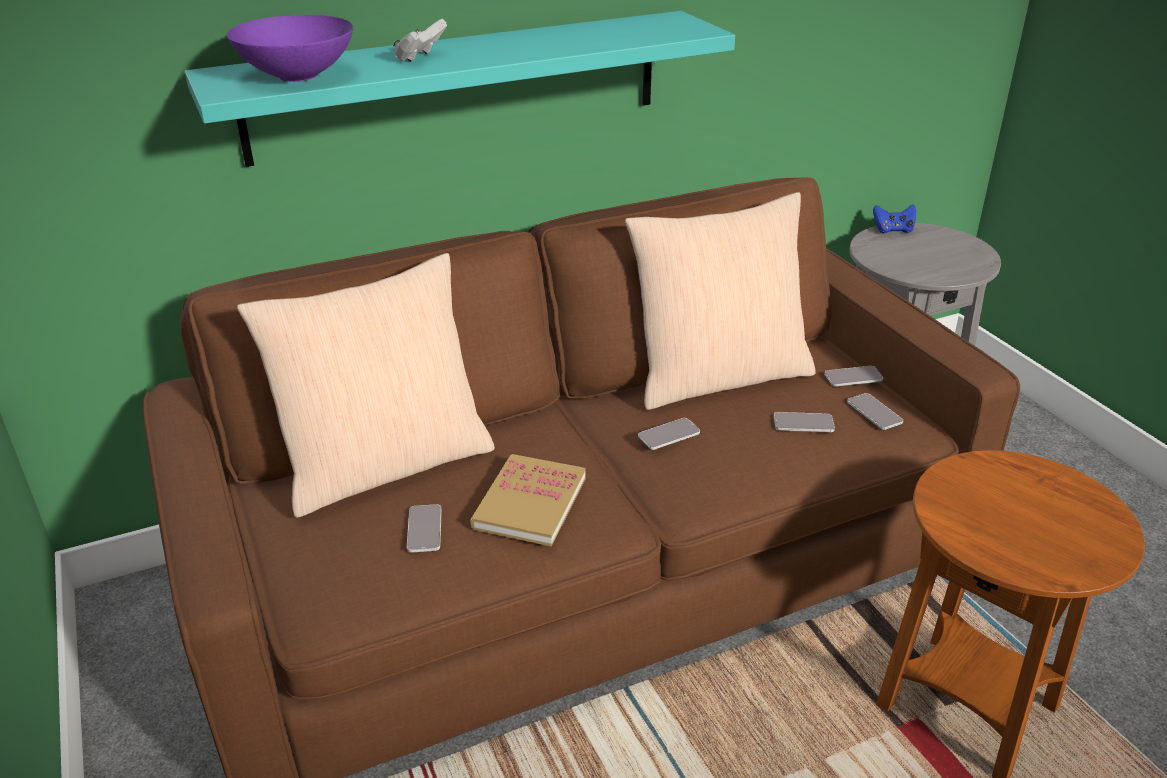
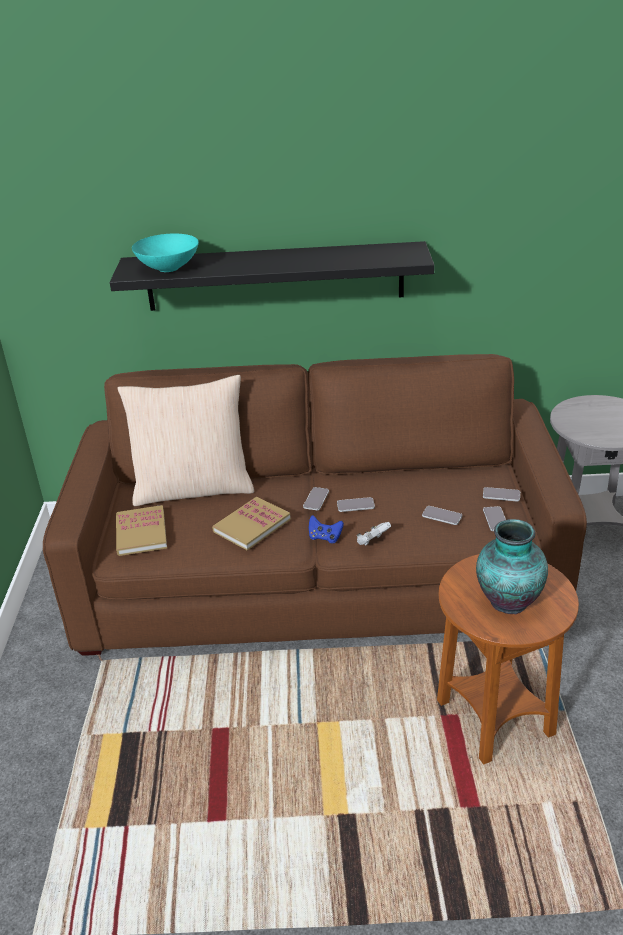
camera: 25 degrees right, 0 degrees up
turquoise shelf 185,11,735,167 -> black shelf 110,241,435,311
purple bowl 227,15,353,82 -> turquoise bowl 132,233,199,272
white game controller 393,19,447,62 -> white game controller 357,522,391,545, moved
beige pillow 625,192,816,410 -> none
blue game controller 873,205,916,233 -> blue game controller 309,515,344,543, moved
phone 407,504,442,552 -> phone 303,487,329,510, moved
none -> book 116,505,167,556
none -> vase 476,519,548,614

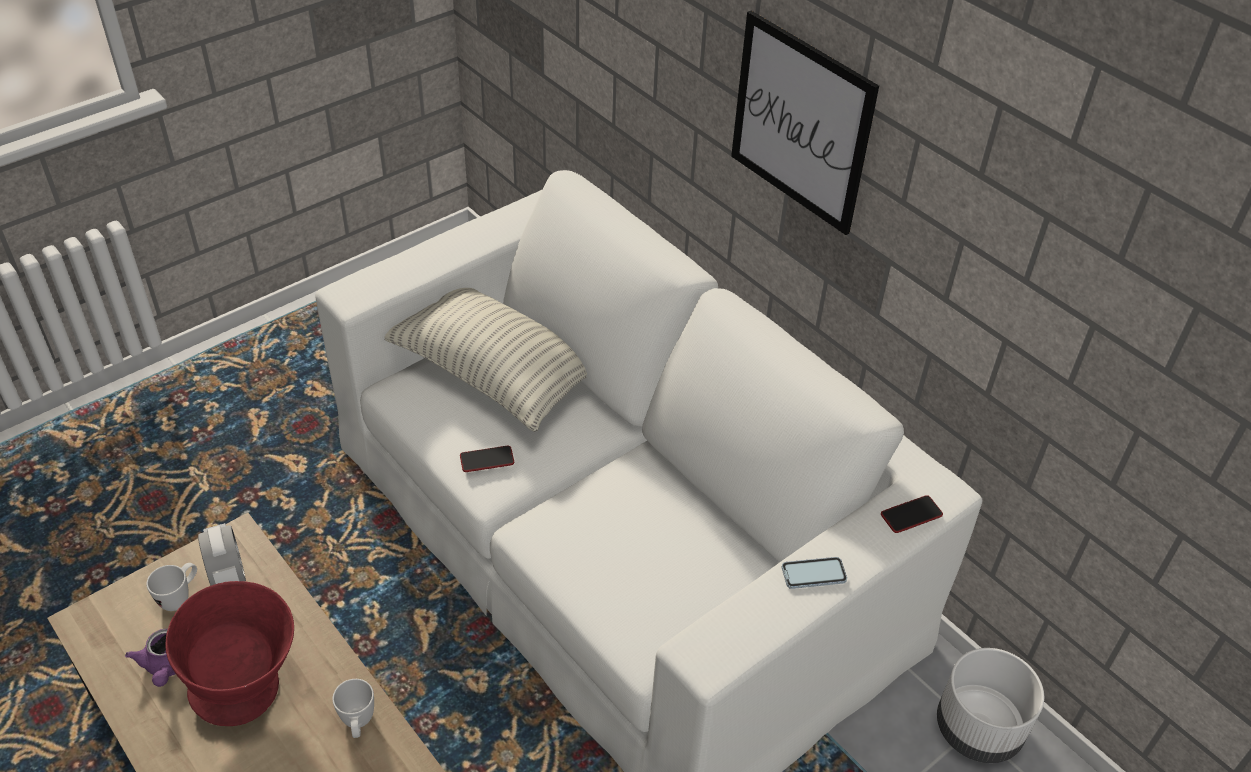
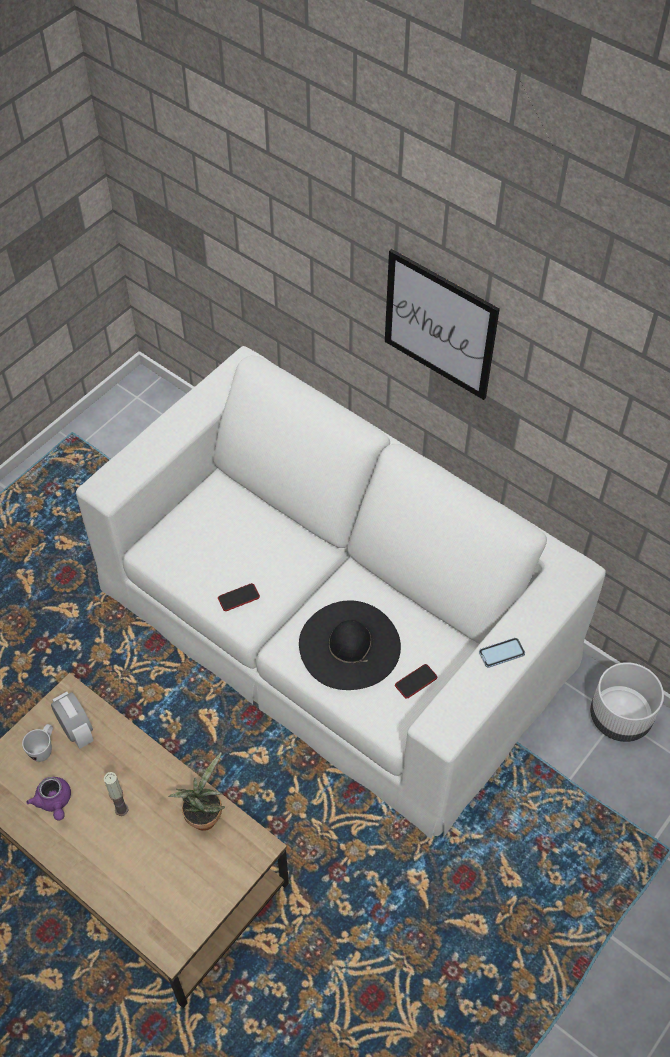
camera: 10 degrees left, 10 degrees up
pillow 384,288,587,432 -> none
phone 881,495,943,533 -> phone 395,664,438,699, moved
red bowl 166,581,294,726 -> candle 104,772,128,816
white mug 332,679,374,738 -> potted plant 168,752,225,831
none -> black hat 299,601,401,690

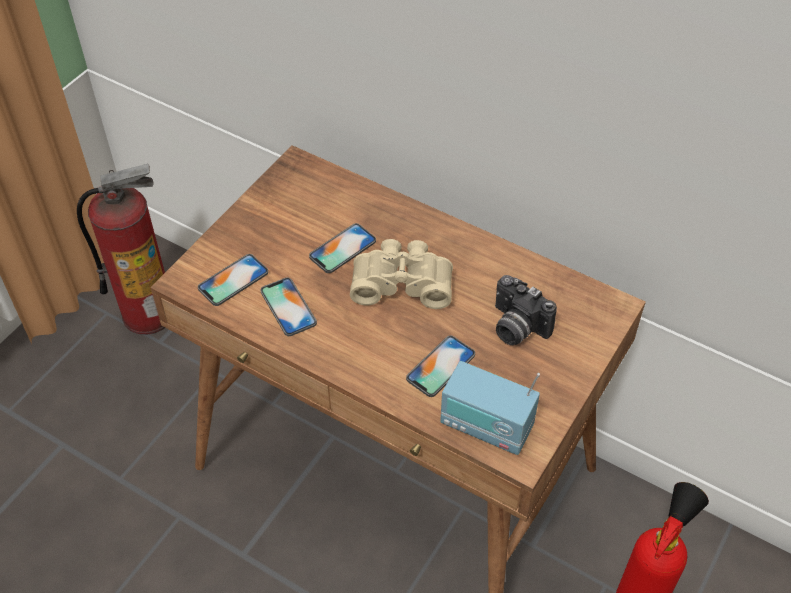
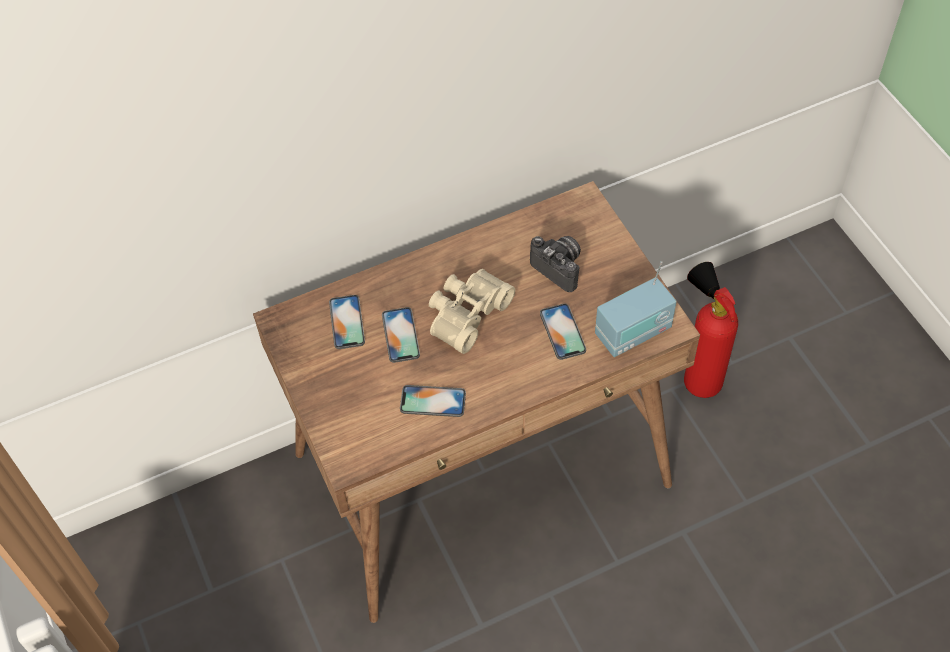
camera: 55 degrees left, 5 degrees up
fire extinguisher 77,164,165,335 -> none
phone 198,254,268,306 -> phone 329,295,365,349, moved
photo camera 495,275,557,345 -> photo camera 530,236,581,292, 120 degrees counterclockwise

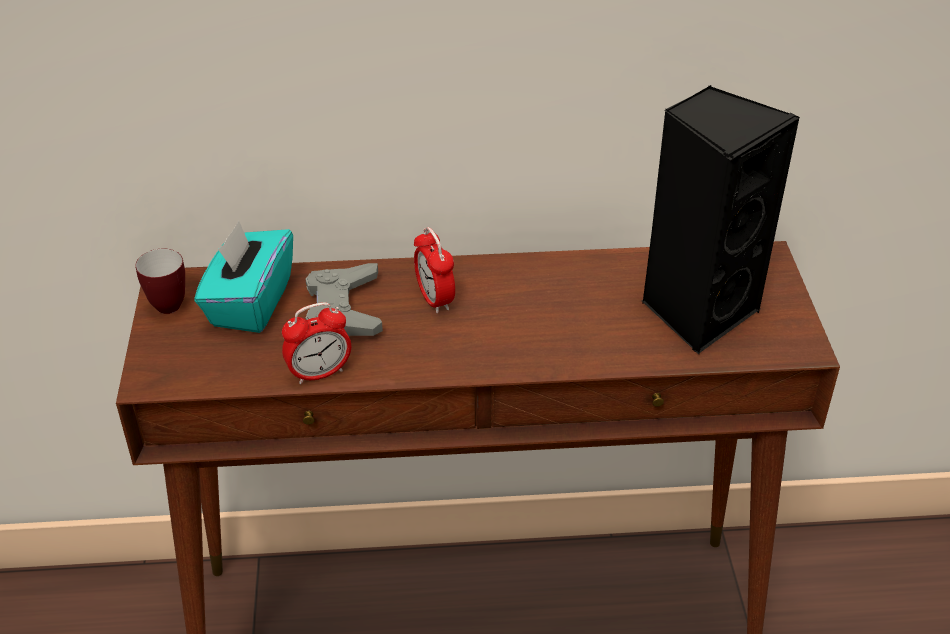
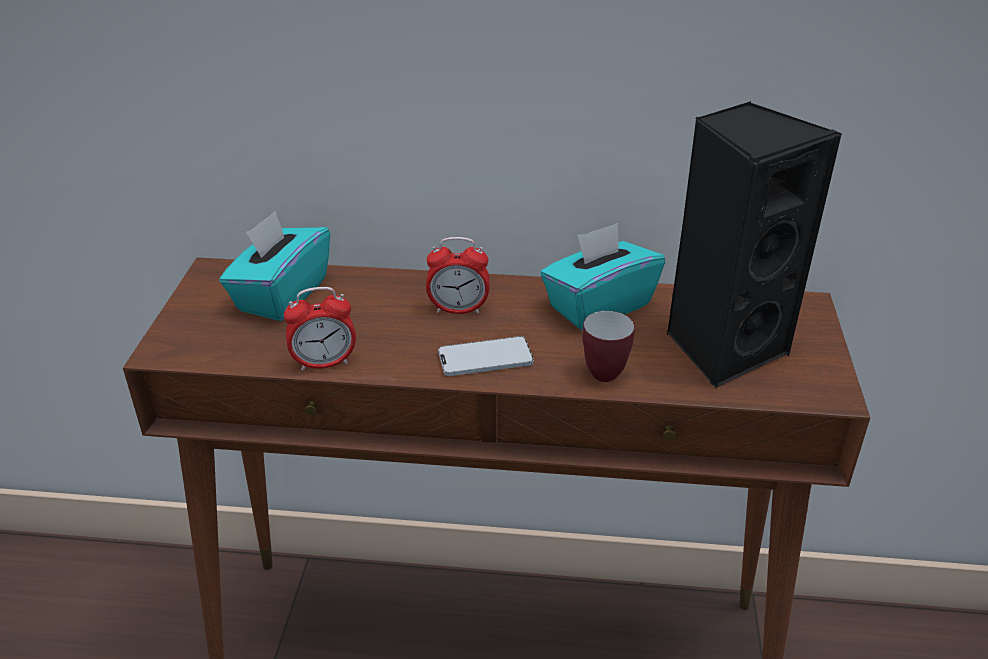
camera: 10 degrees right, 5 degrees down
alarm clock 414,227,455,313 -> alarm clock 426,237,489,314, 75 degrees counterclockwise
mug 135,249,185,314 -> mug 582,311,635,382, moved
grey game controller 305,263,383,336 -> none
none -> turquoise tissue box 540,223,665,330
none -> phone 438,336,534,376

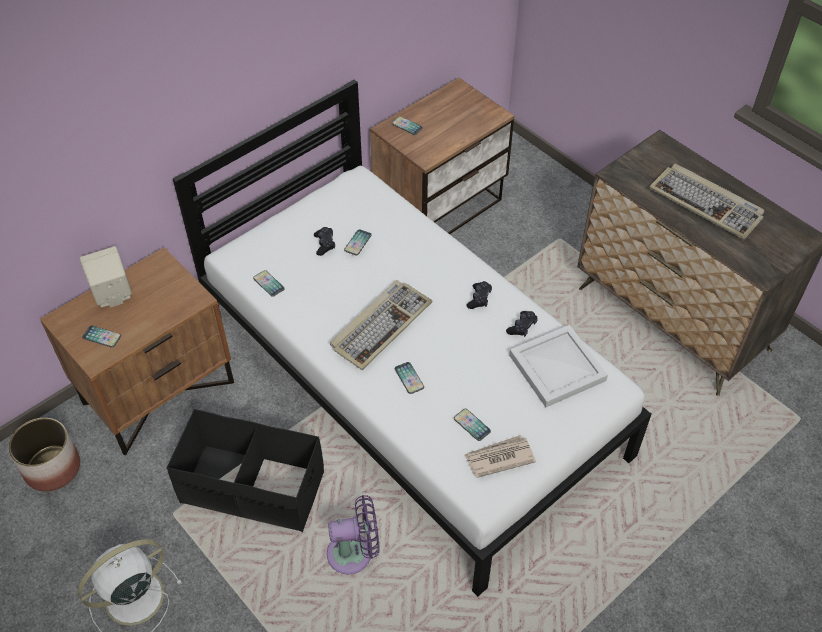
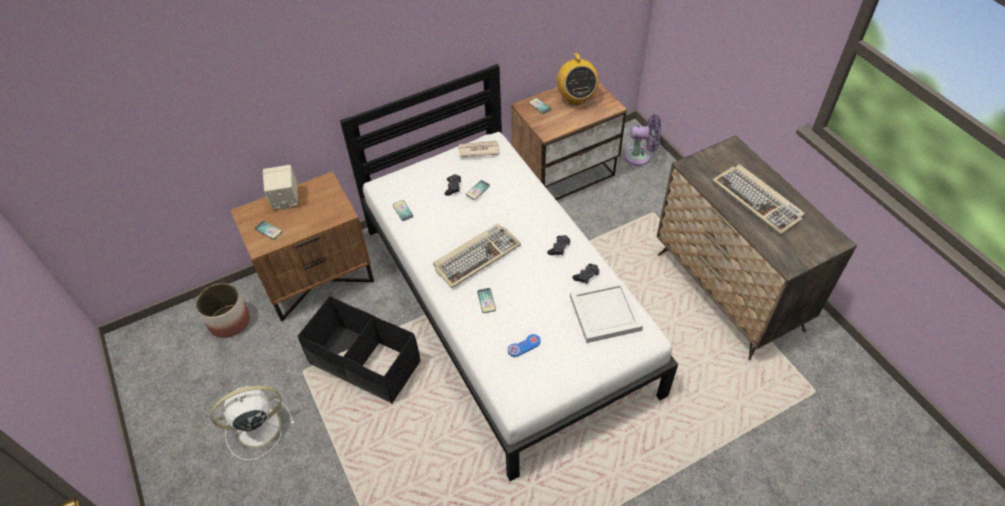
camera: 15 degrees right, 0 degrees up
phone 454,409,491,441 -> blue game controller 508,334,541,357
newspaper 464,435,536,478 -> newspaper 458,140,499,157, moved
purple fan 327,495,380,574 -> purple fan 624,114,661,166, moved
none -> radio 557,53,599,105

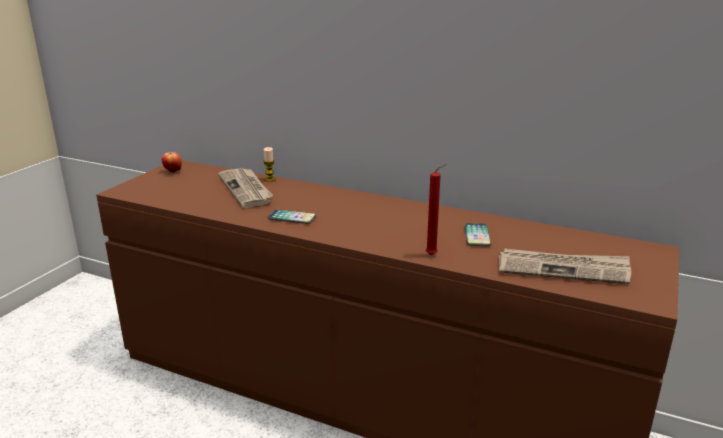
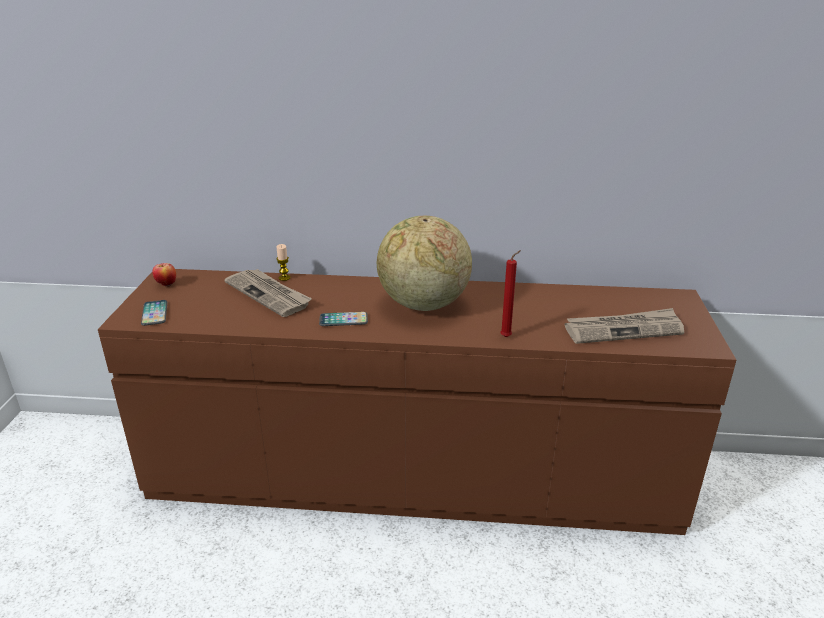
camera: 20 degrees left, 5 degrees up
phone 464,223,491,246 -> phone 141,300,167,326, moved
none -> globe 377,216,472,311

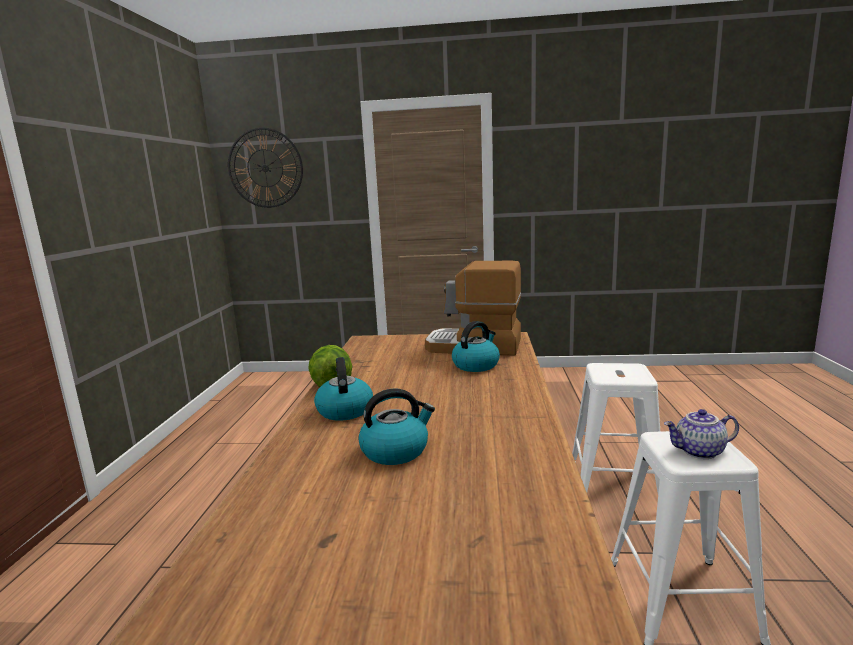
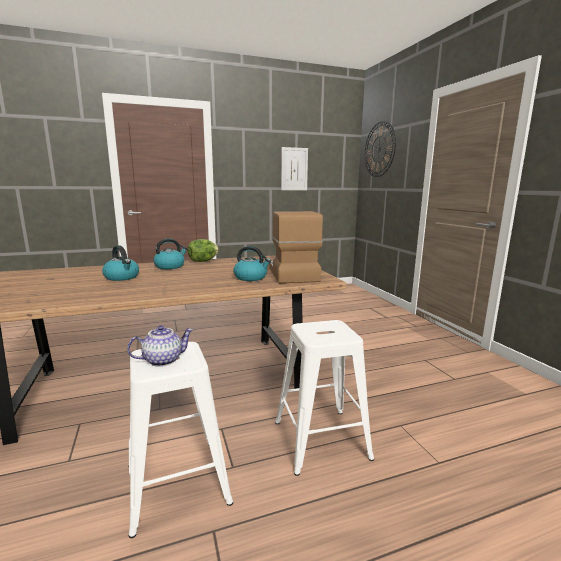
camera: 65 degrees right, 0 degrees up
teapot 664,409,739,459 -> teapot 127,325,193,367, 90 degrees clockwise
none -> picture 281,147,308,190

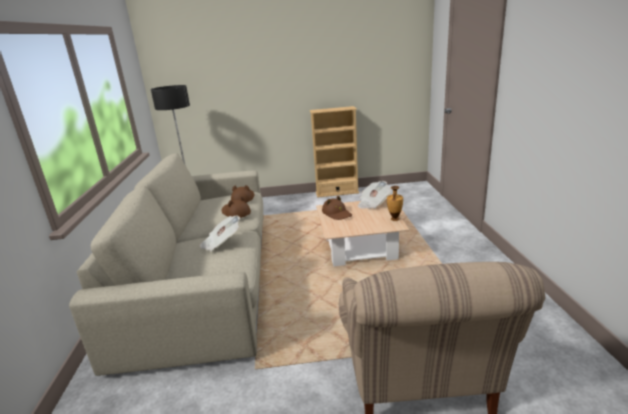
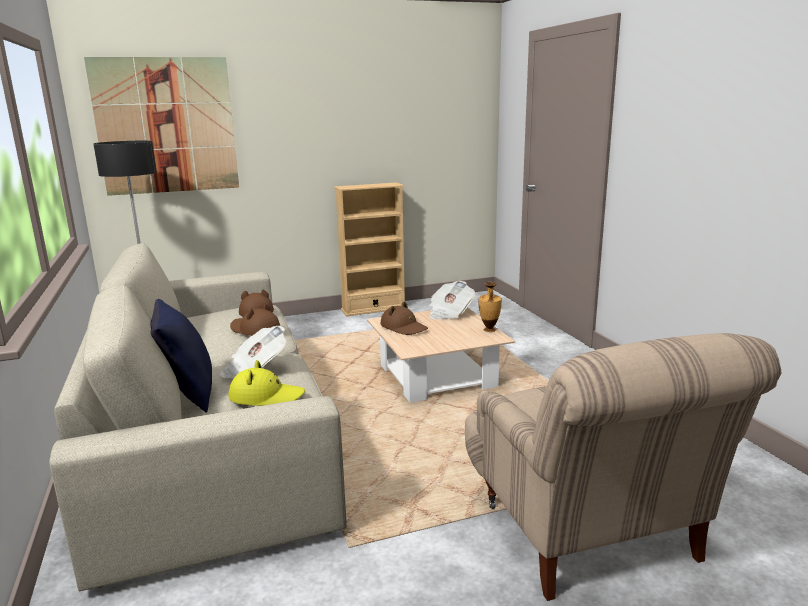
camera: 15 degrees left, 5 degrees down
none -> picture 84,57,239,196
none -> blue pillow 150,299,212,413
none -> yellow hat 228,360,305,406

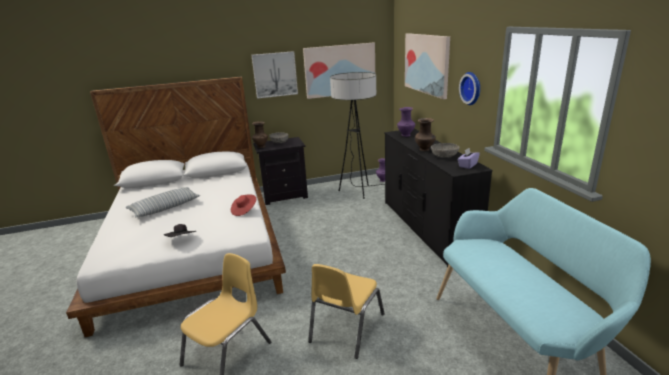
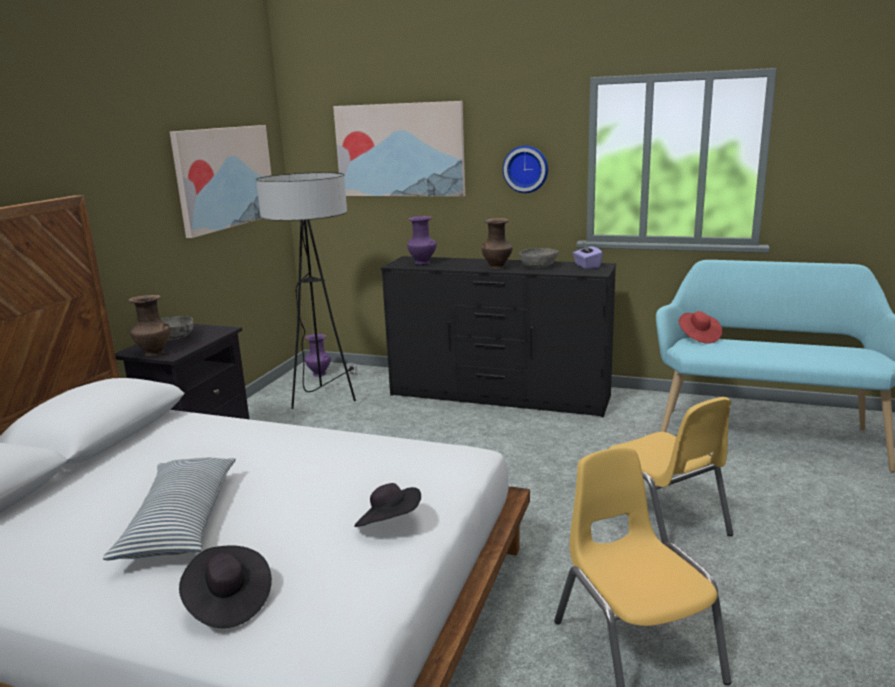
camera: 55 degrees left, 5 degrees down
picture 251,51,298,99 -> none
red hat 231,194,256,216 -> red hat 678,311,722,344, moved
none -> black hat 179,545,272,628

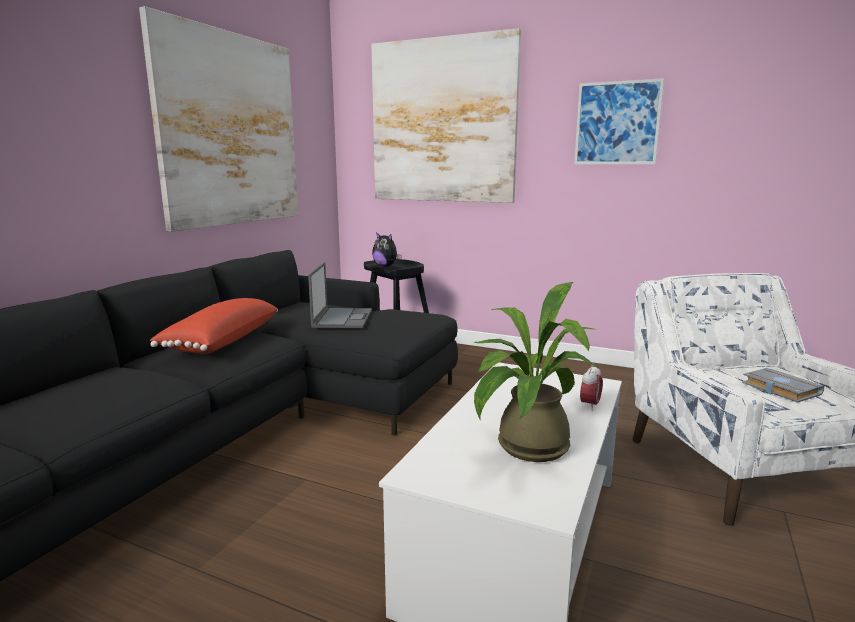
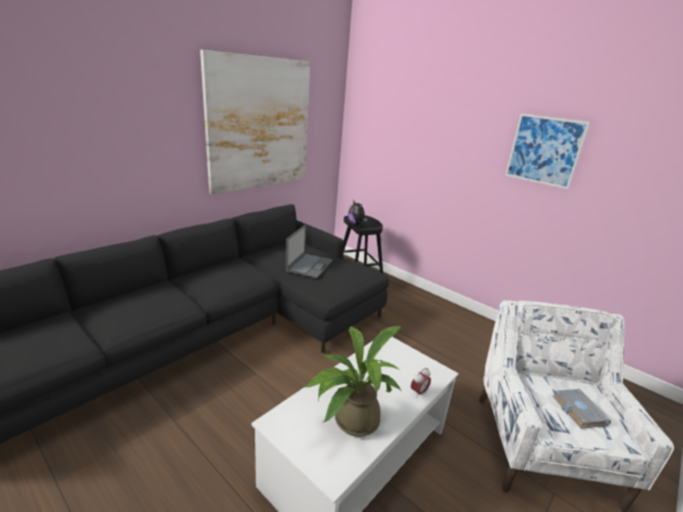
camera: 15 degrees right, 10 degrees up
picture 371,28,521,203 -> none
red pillow 150,298,278,354 -> none

